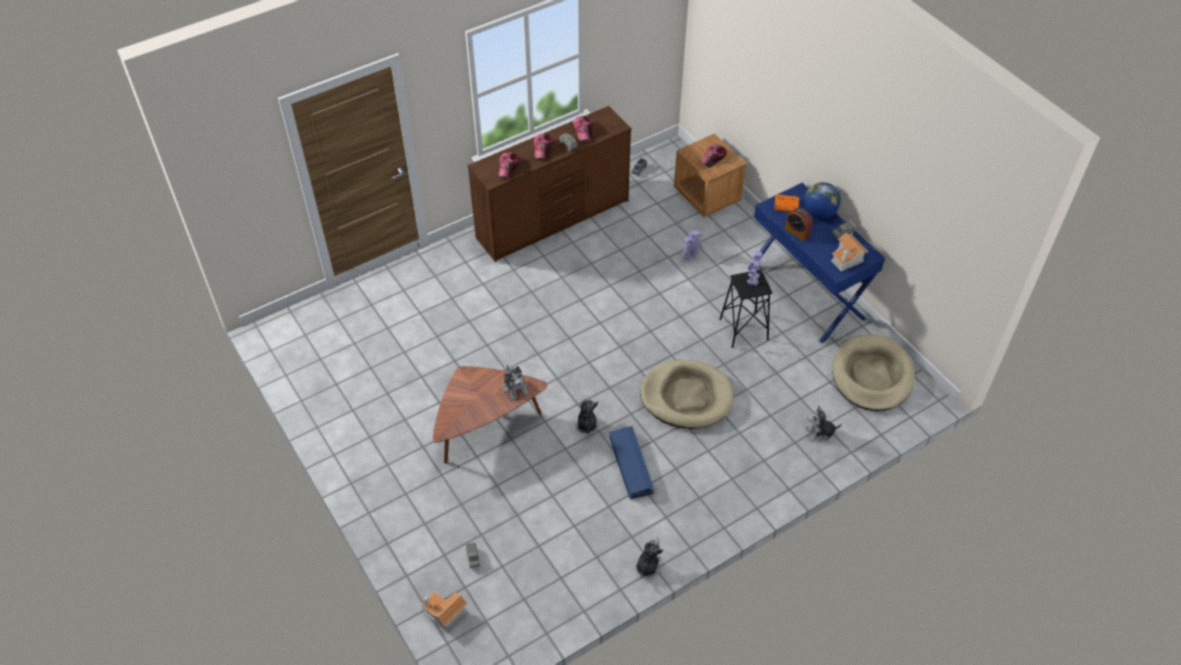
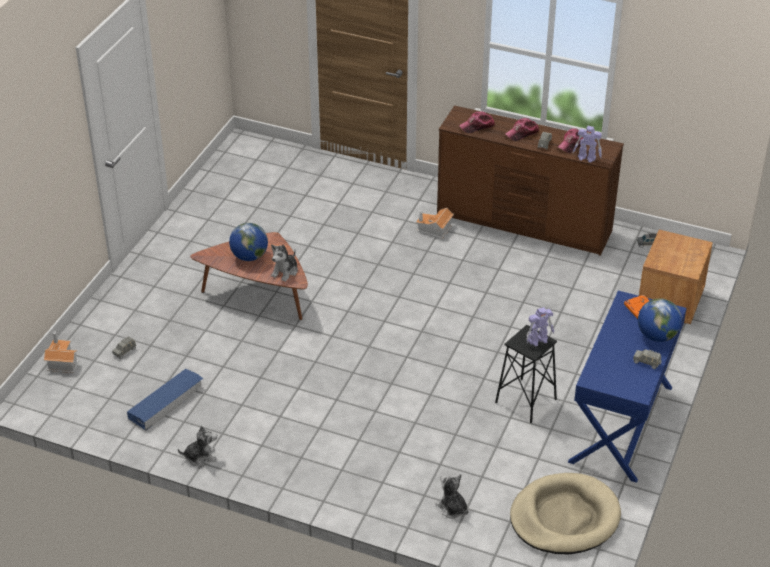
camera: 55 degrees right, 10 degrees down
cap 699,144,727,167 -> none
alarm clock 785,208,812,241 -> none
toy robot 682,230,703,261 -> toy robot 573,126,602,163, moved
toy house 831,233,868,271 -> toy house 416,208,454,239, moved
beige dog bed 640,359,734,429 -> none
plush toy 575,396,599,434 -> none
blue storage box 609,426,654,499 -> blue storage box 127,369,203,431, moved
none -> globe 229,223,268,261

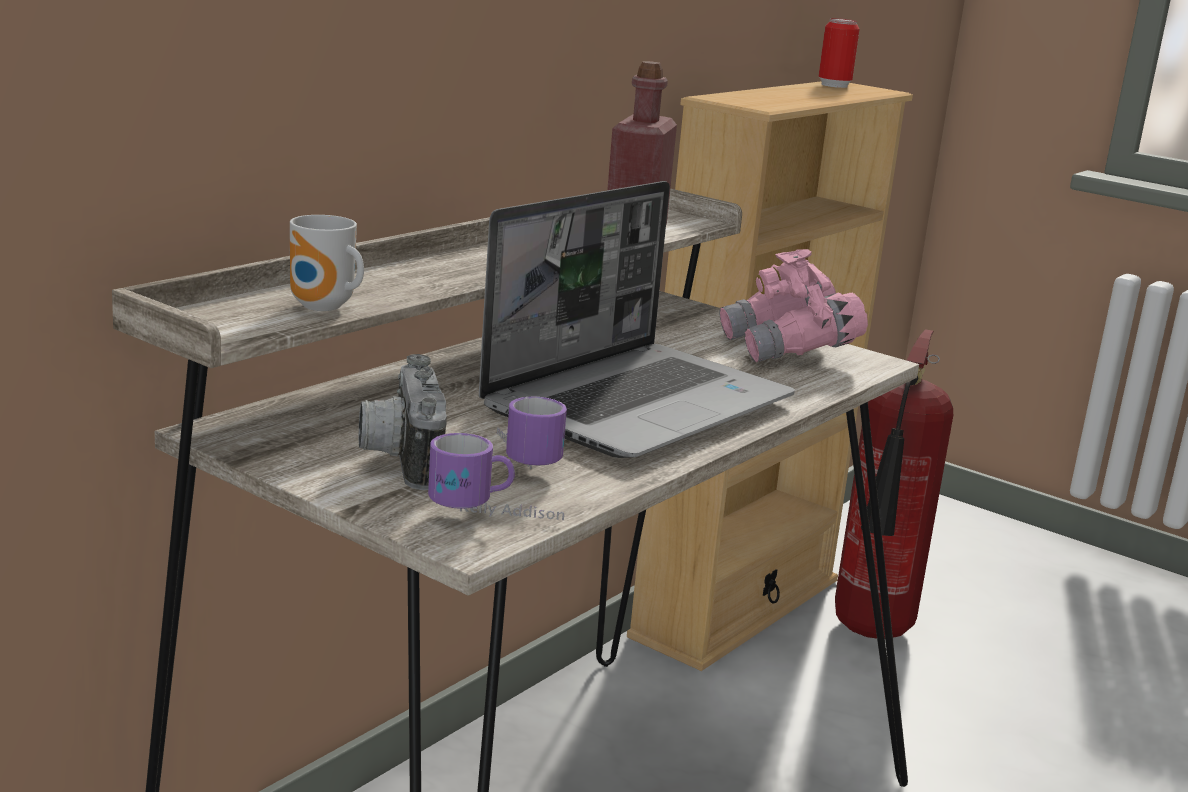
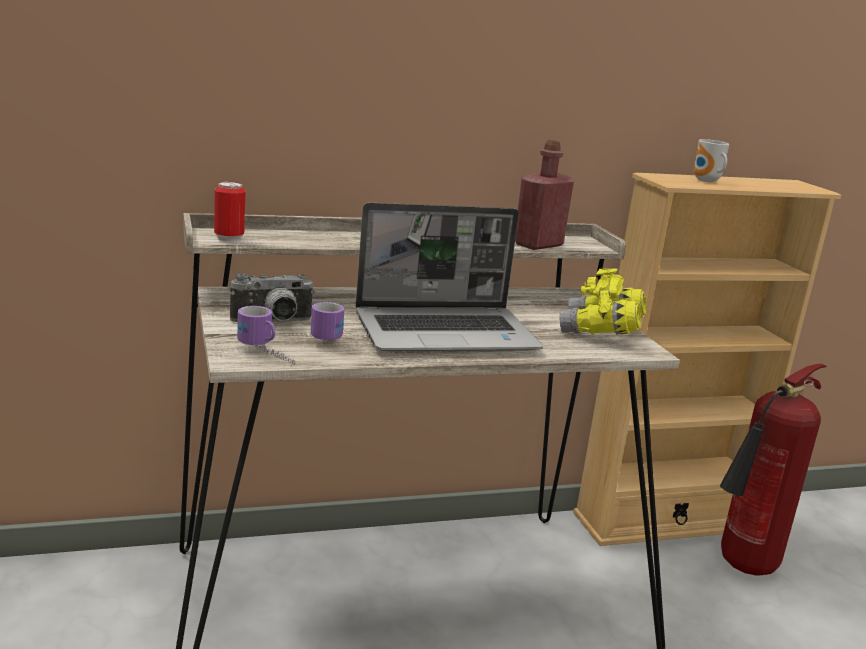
camera: 35 degrees right, 0 degrees up
can 818,18,860,88 -> can 214,181,246,242, moved
mug 290,215,364,311 -> mug 693,139,729,182, moved
pink binoculars 720,249,868,362 -> yellow binoculars 559,268,646,335
photo camera 358,354,447,490 -> photo camera 230,273,315,322, 135 degrees counterclockwise

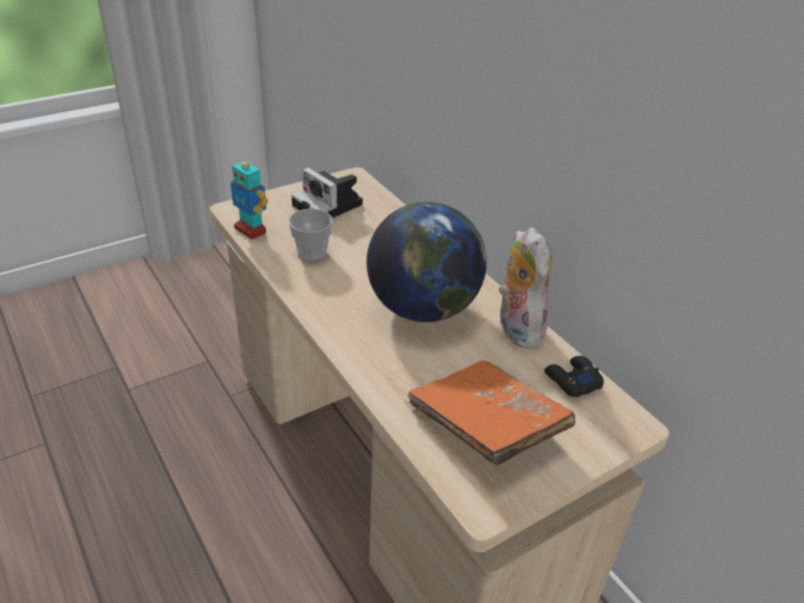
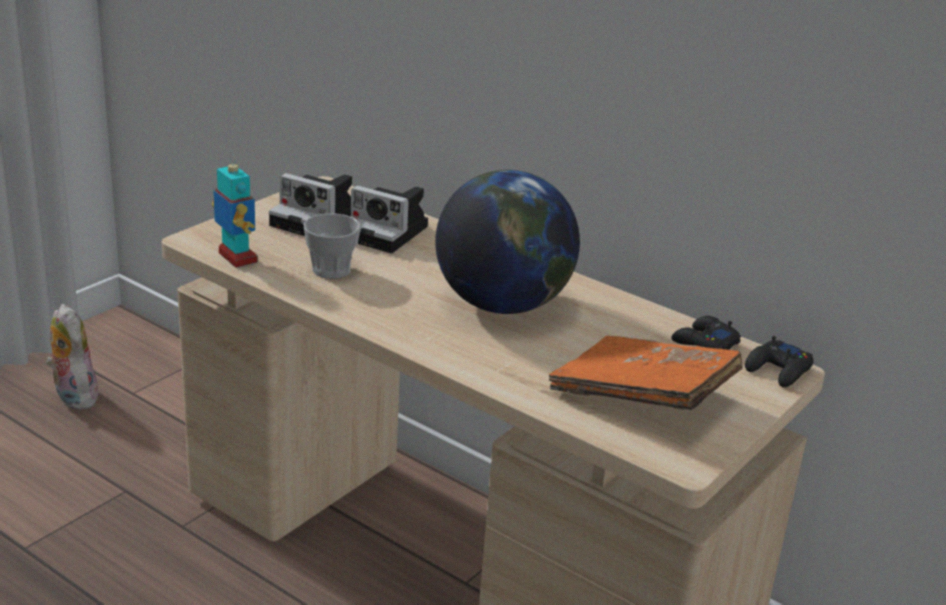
camera: 20 degrees left, 10 degrees down
toy robot 230,154,268,240 -> toy robot 212,154,258,268, 150 degrees counterclockwise
plush toy 499,227,552,348 -> plush toy 45,304,98,410, moved
none -> photo camera 350,185,428,253
none -> black game controller 745,336,814,387

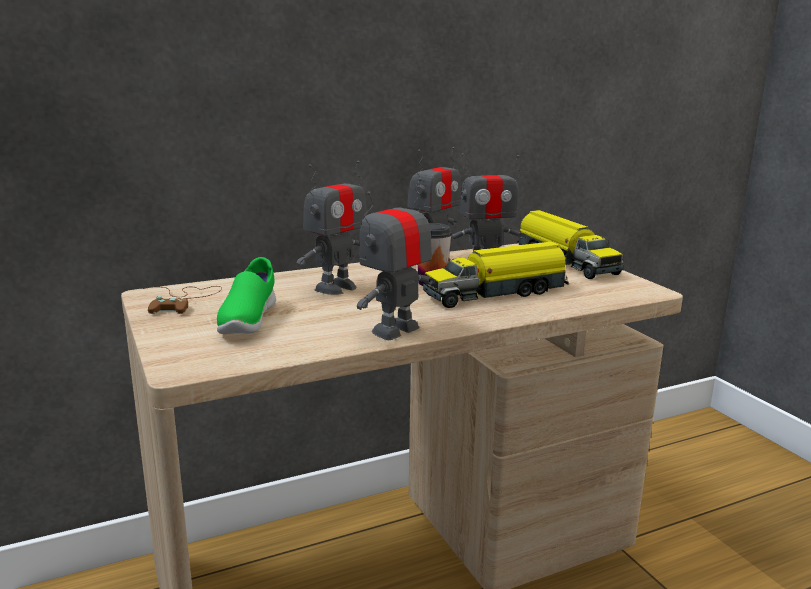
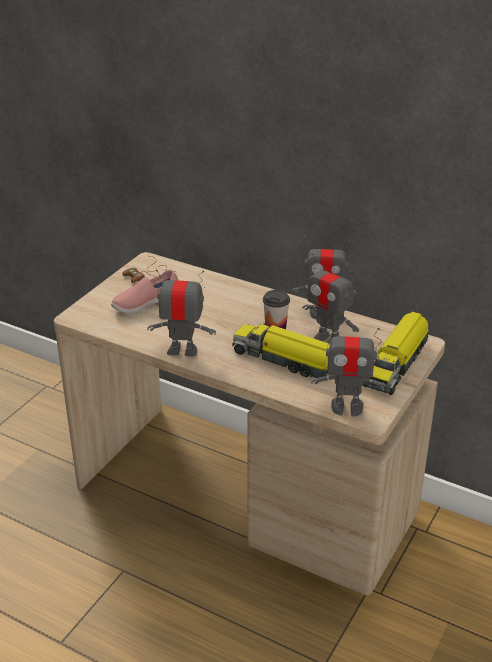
camera: 55 degrees right, 15 degrees up
toy robot 296,161,366,295 -> toy robot 311,322,387,417, moved
green shoe 217,257,276,334 -> pink shoe 111,270,179,314

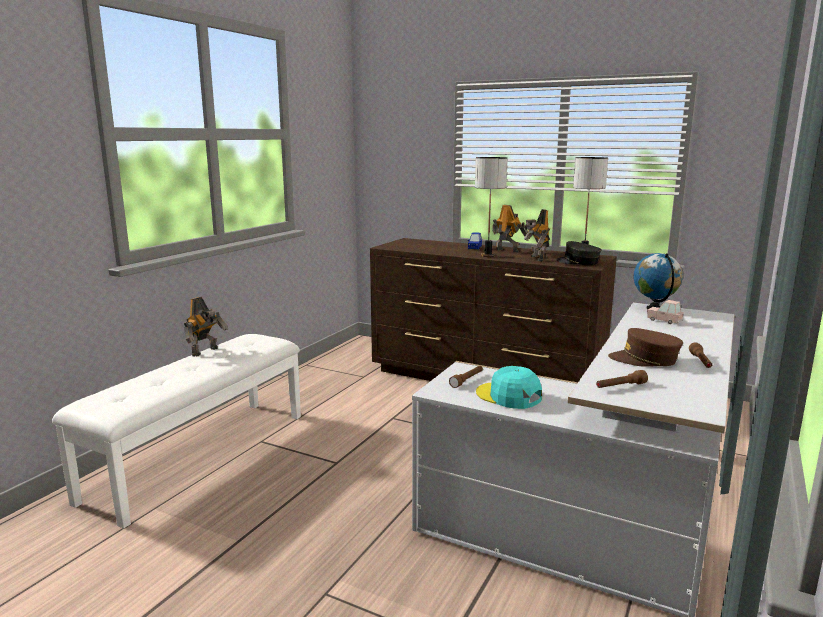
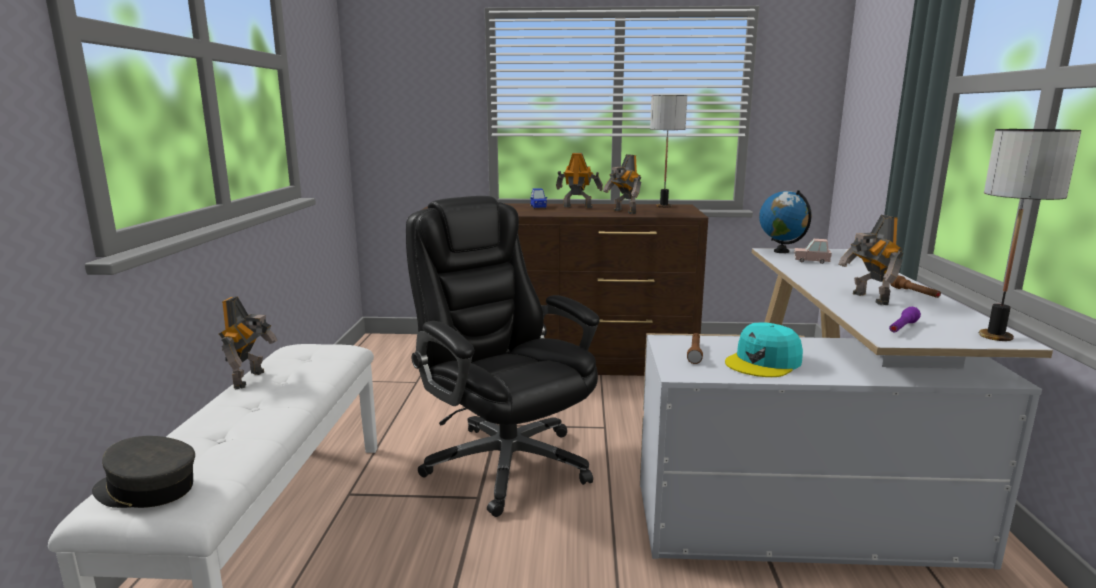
camera: 25 degrees left, 0 degrees up
table lamp 475,157,508,257 -> table lamp 979,129,1081,341, moved
grey cap 555,241,602,266 -> grey cap 92,436,195,508, moved
brown cap 608,328,683,367 -> toy robot 838,215,904,305
turquoise cap 476,366,542,409 -> turquoise cap 725,322,803,377, 60 degrees counterclockwise
brown flashlight 596,370,648,388 -> purple flashlight 889,307,921,332
none -> black office chair 406,196,600,517

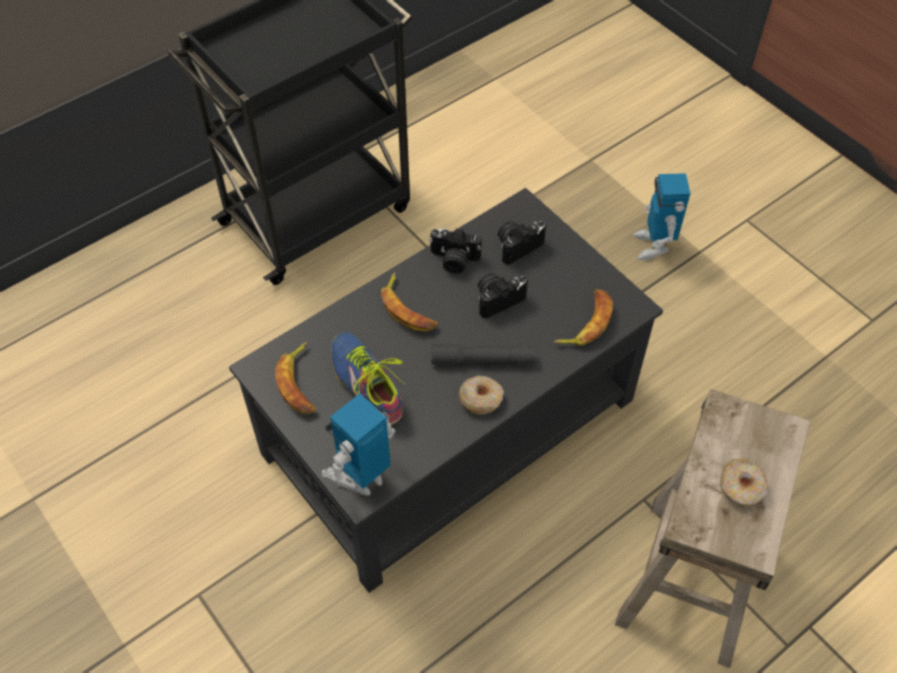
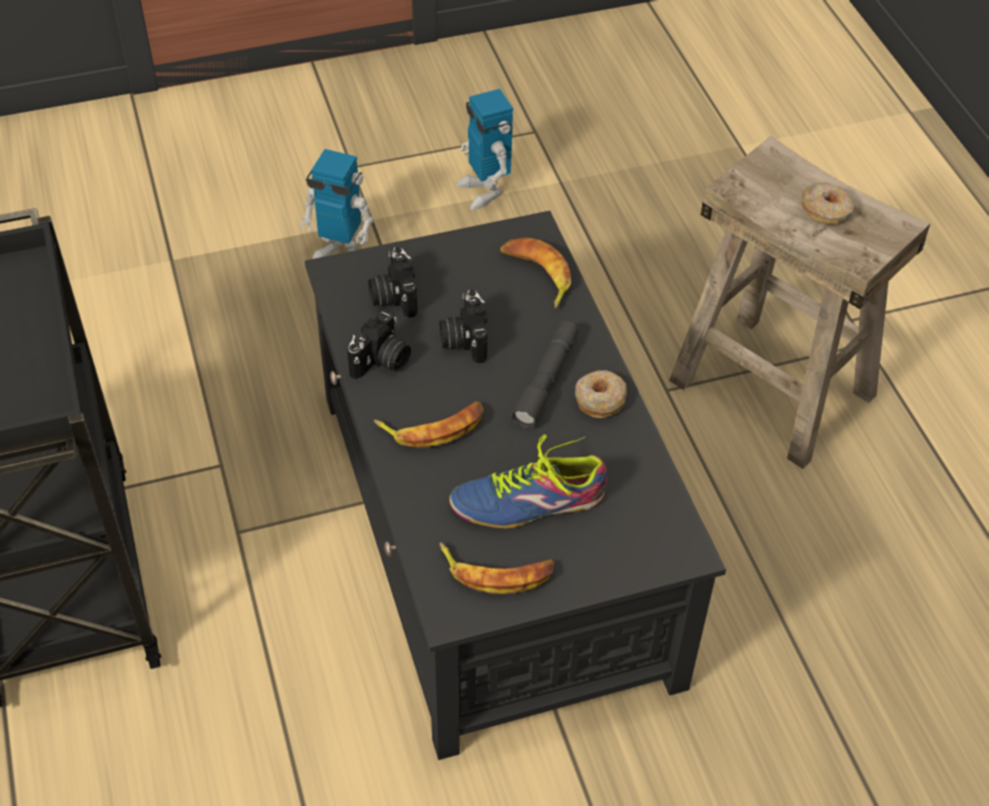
camera: 70 degrees left, 5 degrees down
toy robot 322,393,395,496 -> toy robot 456,89,513,210, moved

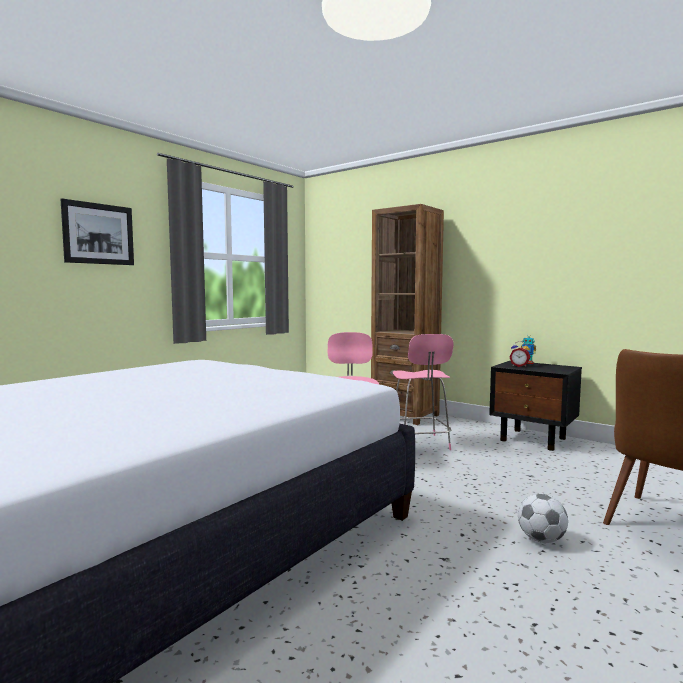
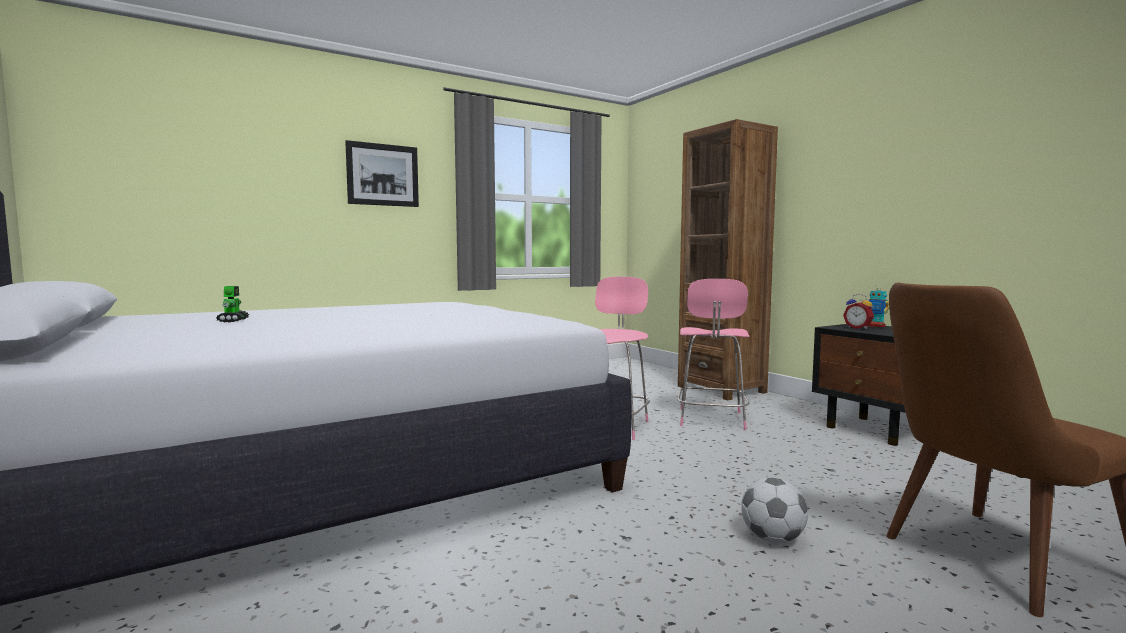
camera: 20 degrees right, 0 degrees up
none -> toy robot 216,286,249,323

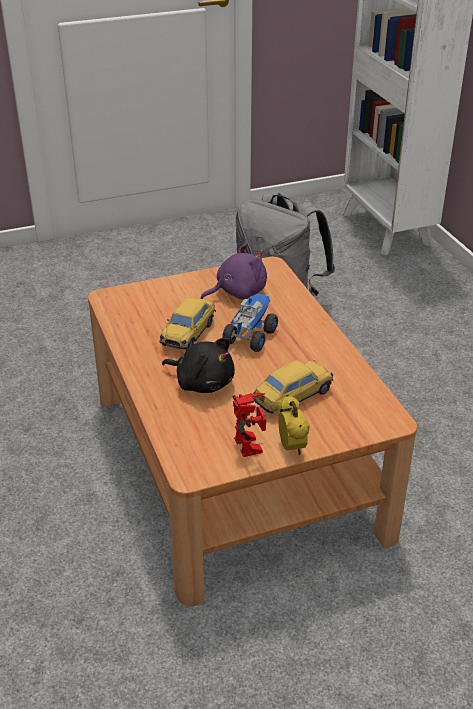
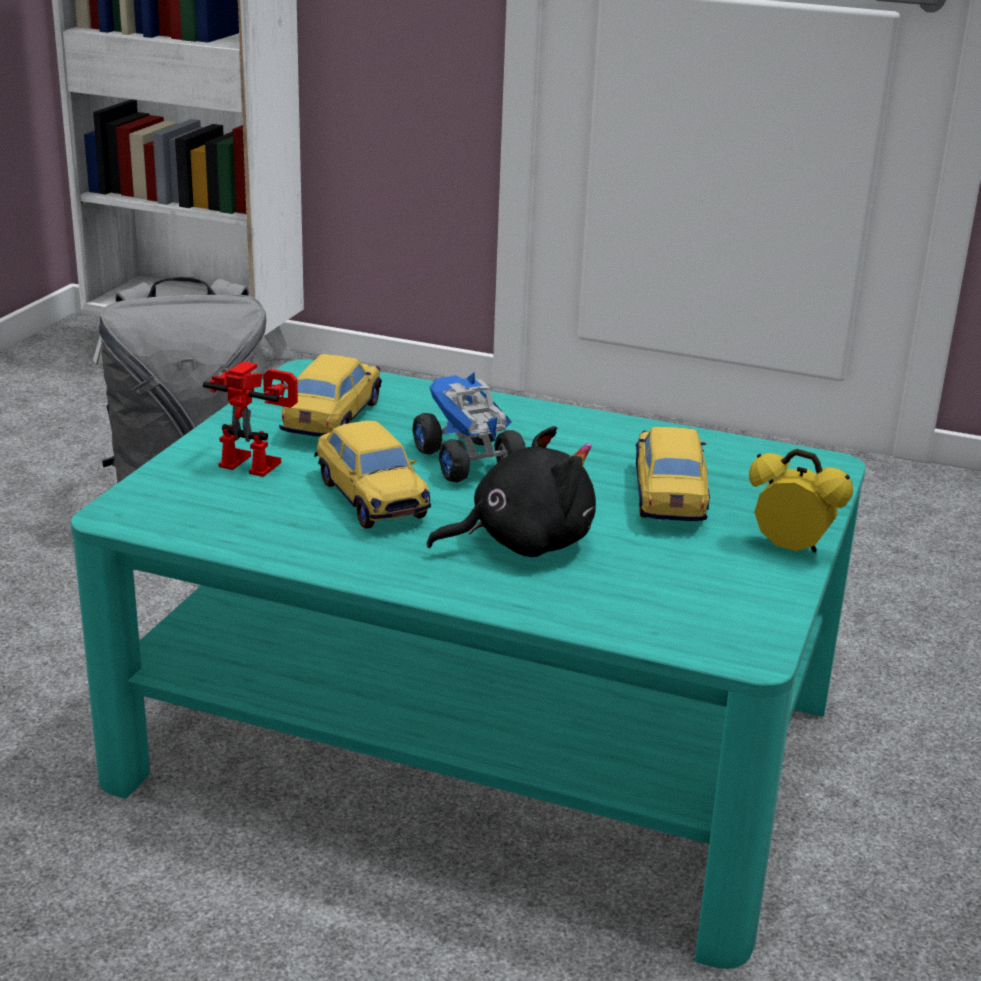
camera: 50 degrees left, 10 degrees down
purple plush toy 201,243,267,299 -> toy car 279,354,382,437
brown coffee table 88,257,417,606 -> turquoise coffee table 71,359,866,969
toy robot 233,393,266,457 -> toy robot 203,361,298,477, moved

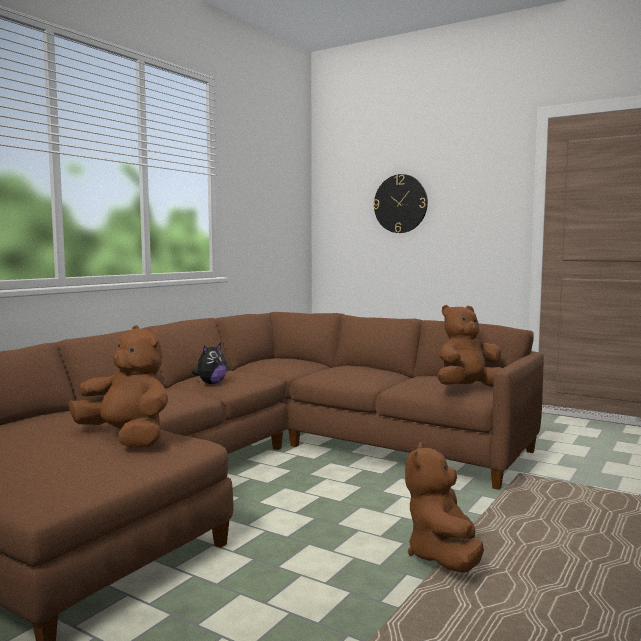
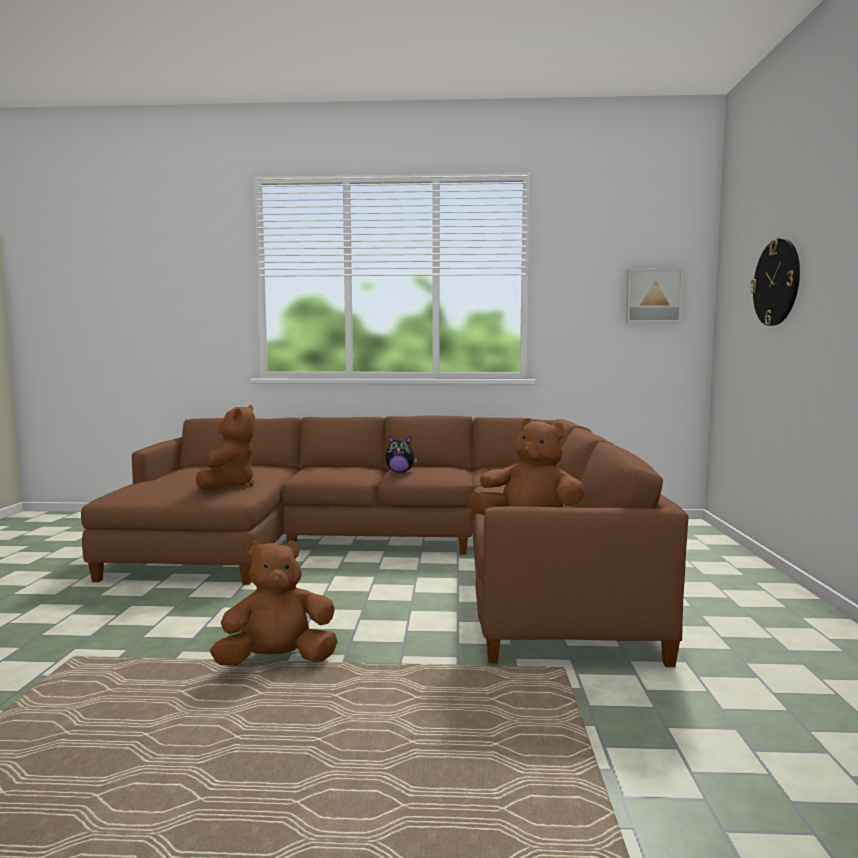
camera: 60 degrees right, 0 degrees up
none -> picture 626,268,683,323

